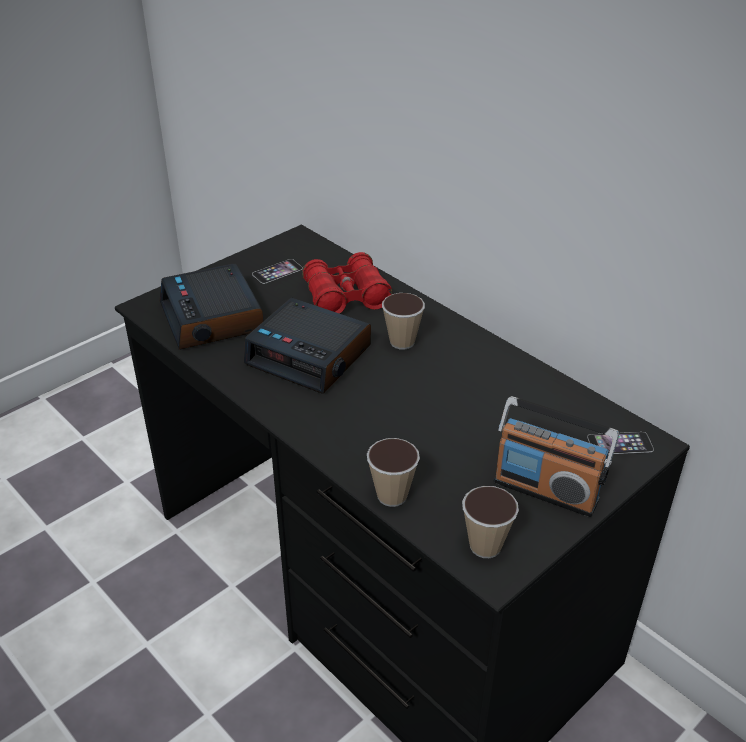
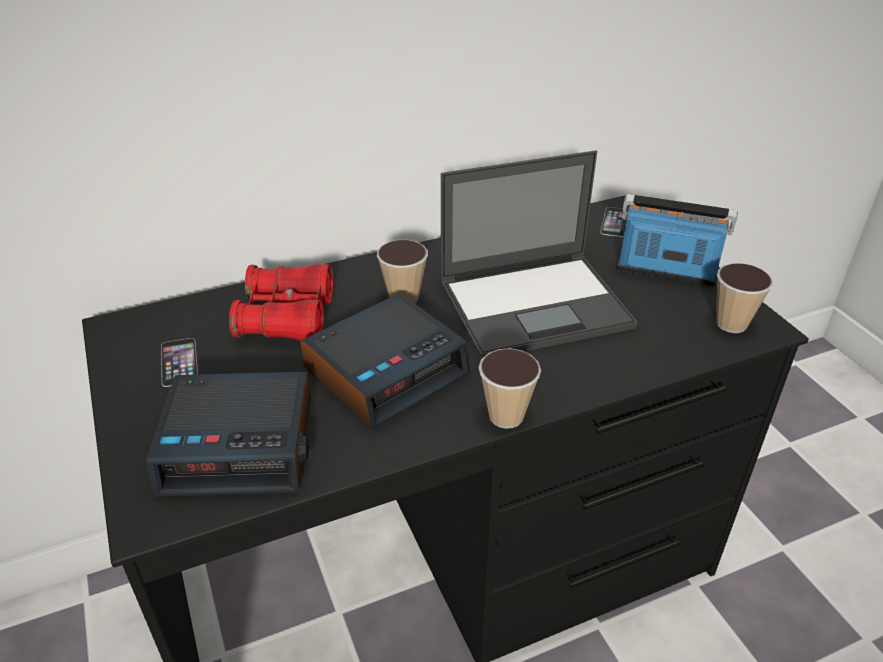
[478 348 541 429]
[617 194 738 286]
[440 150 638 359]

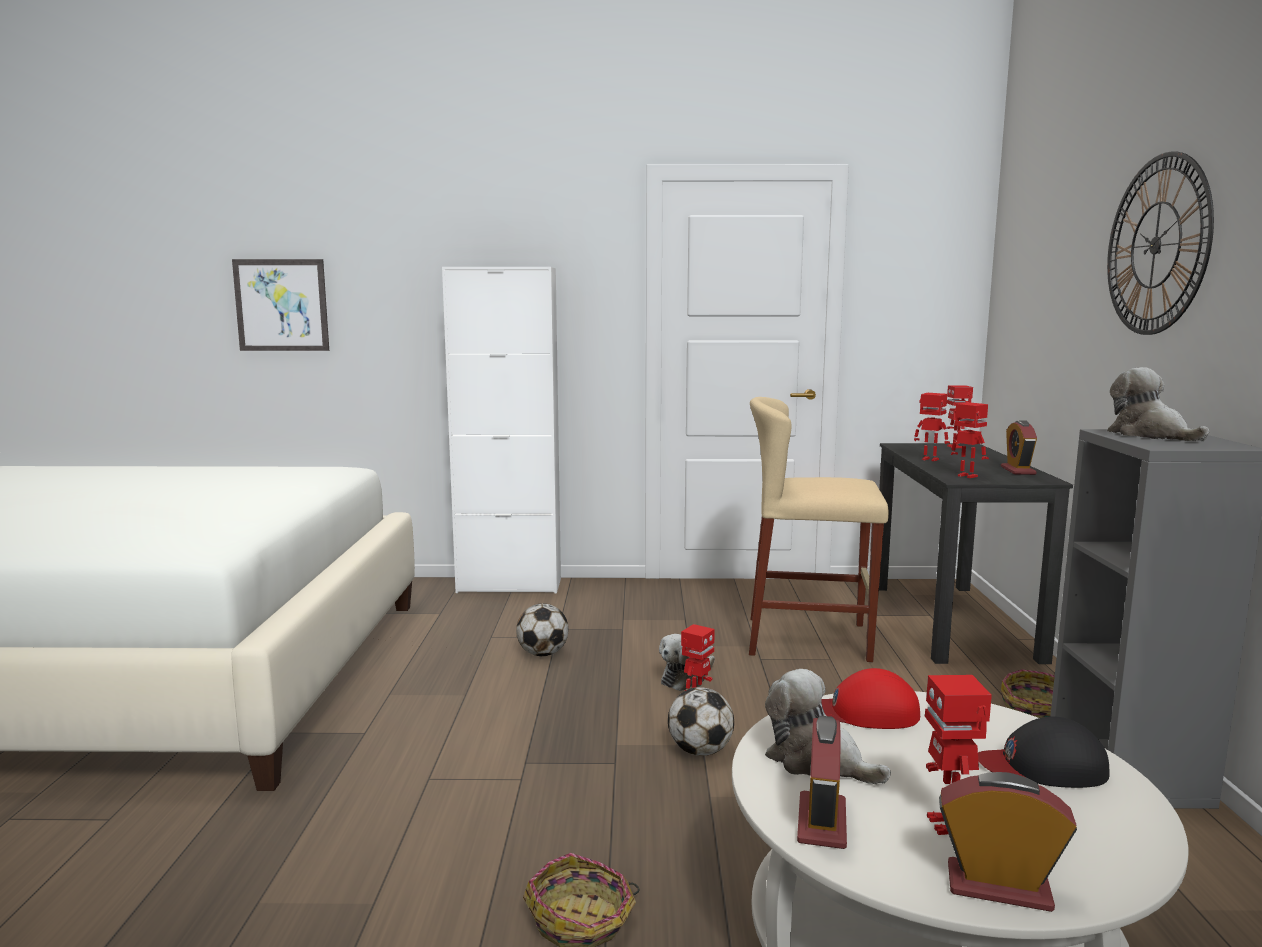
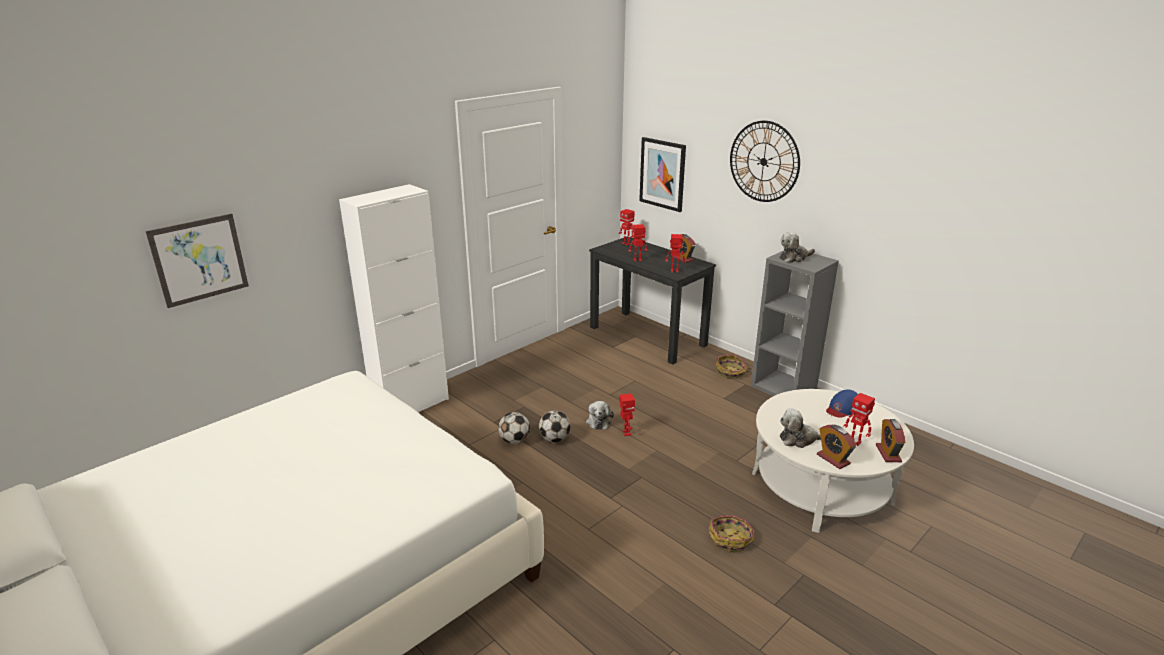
[539 411 571 442]
[749 397 889 662] (first image)
[821 668 920 729] (first image)
[876 419 905 462]
[826 389 858 418]
[779 232 815 263]
[639 137 686 212]

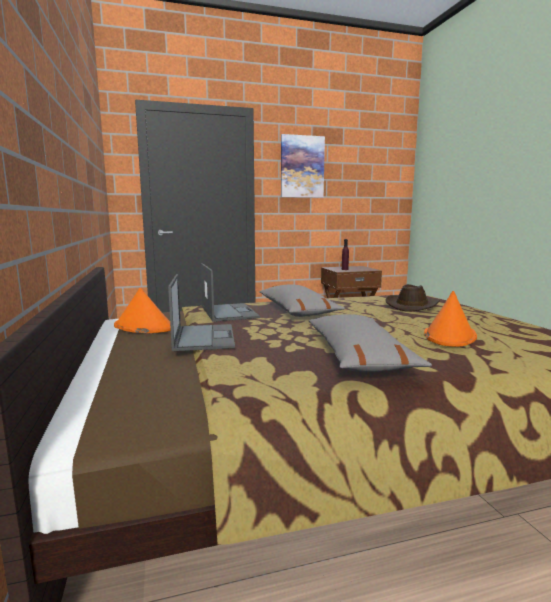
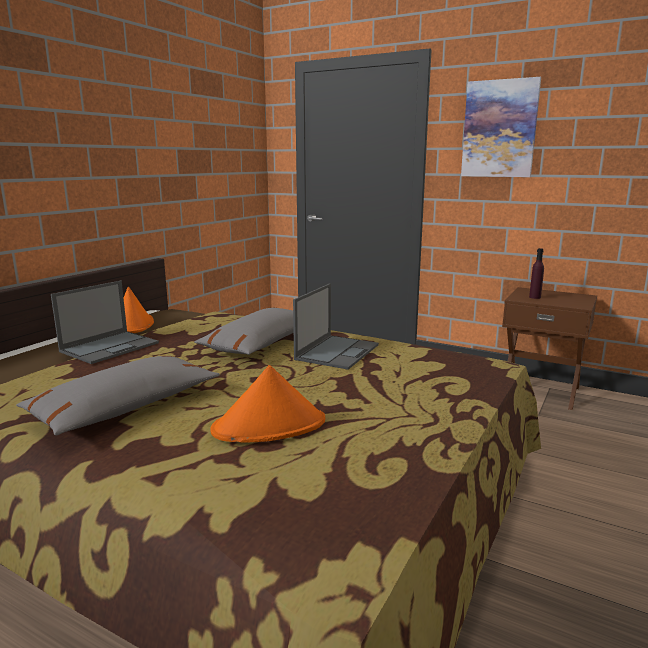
[293 283 379 370]
[386 284 440 311] (first image)

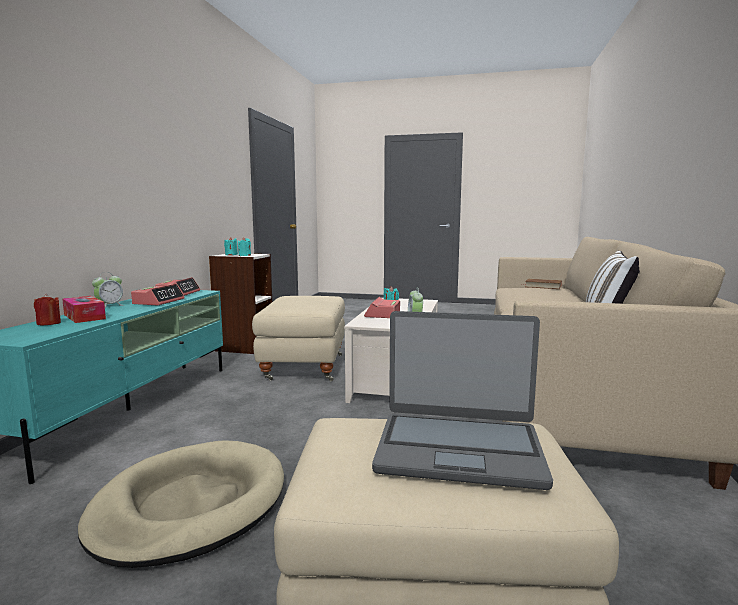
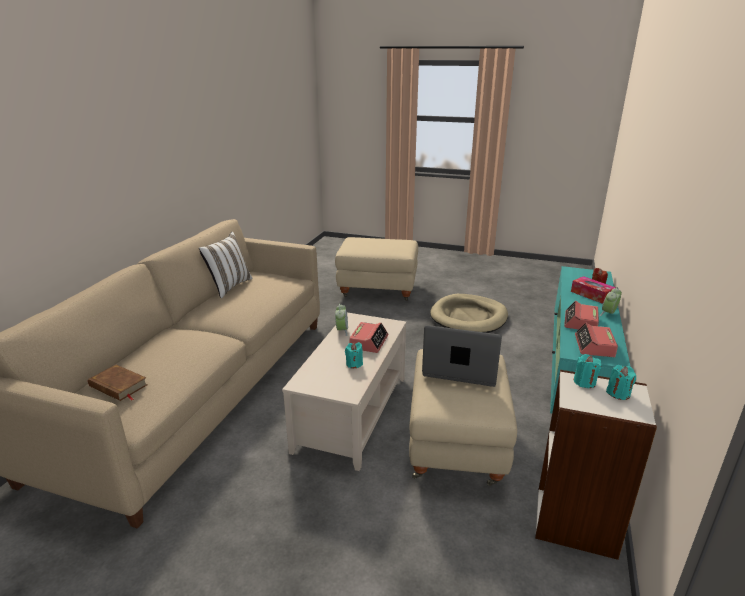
[422 325 502 387]

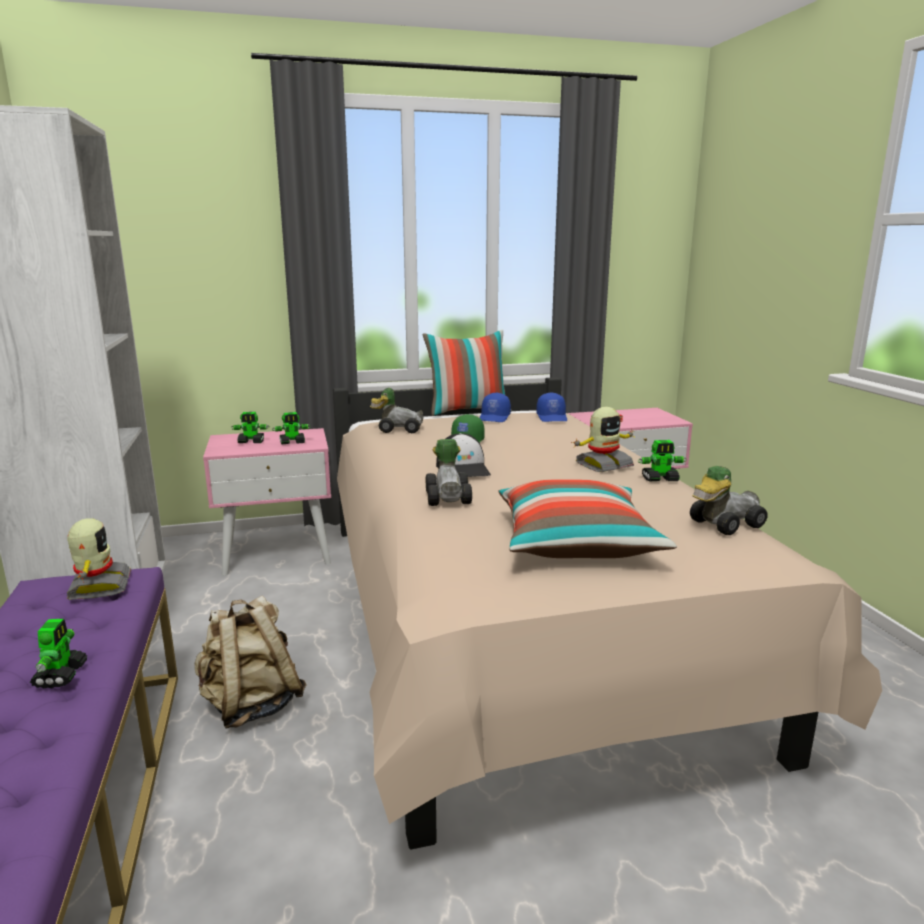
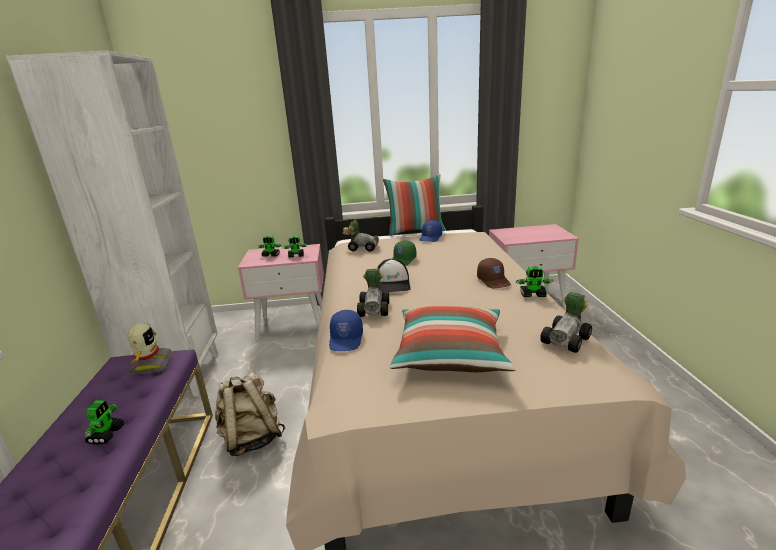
[329 310 363 351]
[477 258 511 288]
[540 292 592 353]

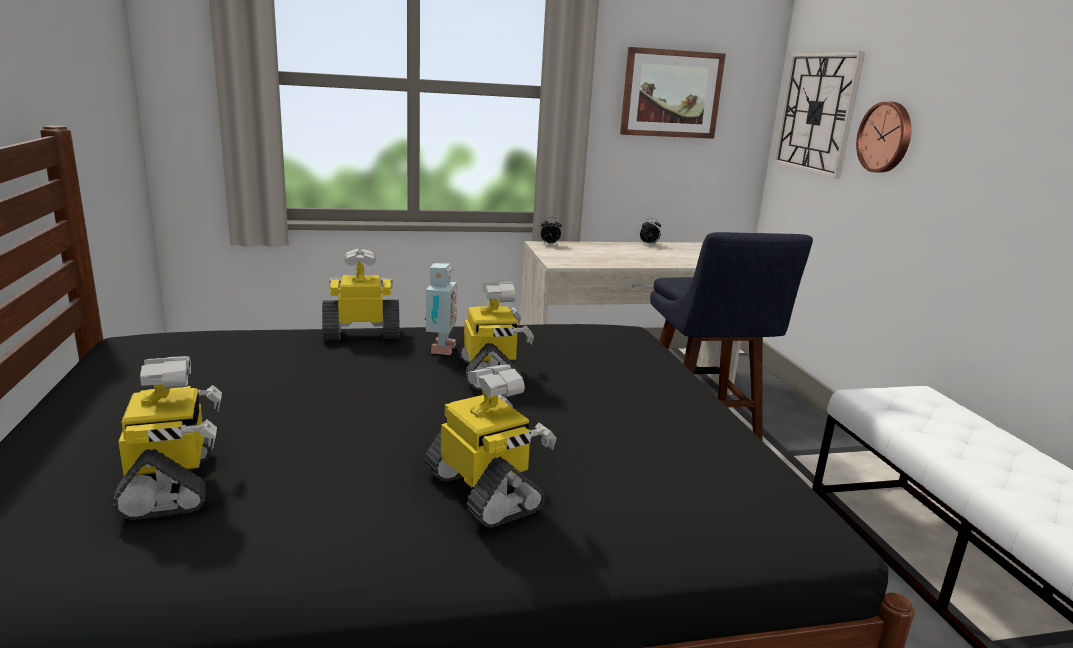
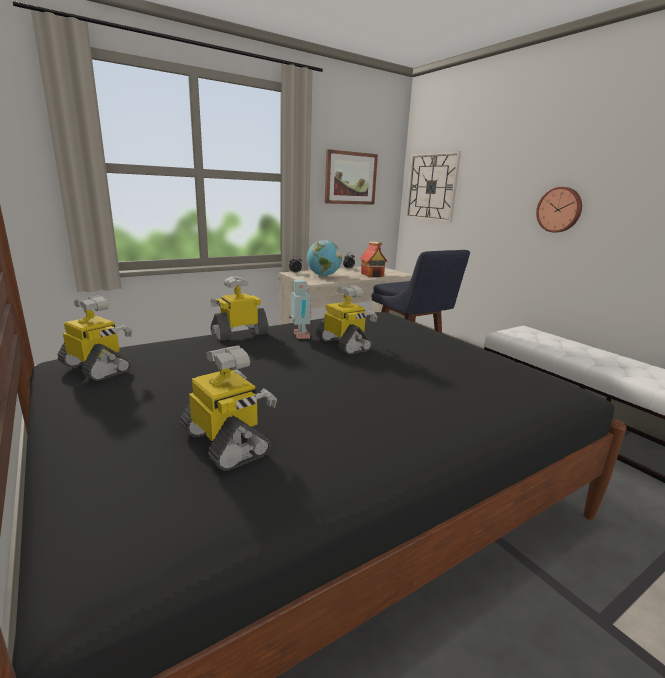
[58 295 132 381]
[536 187 582 233]
[307 240 342 276]
[359 241 388 277]

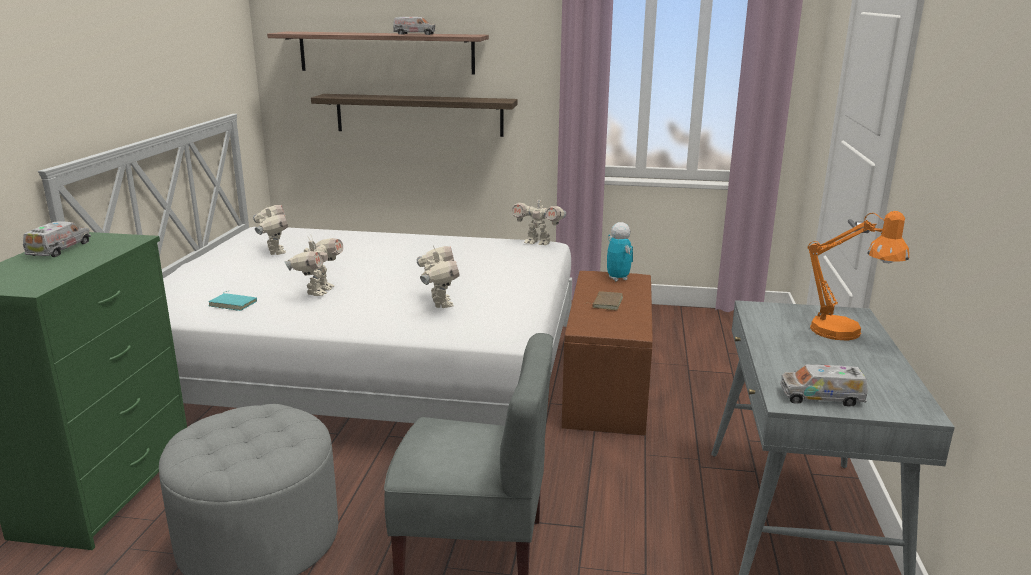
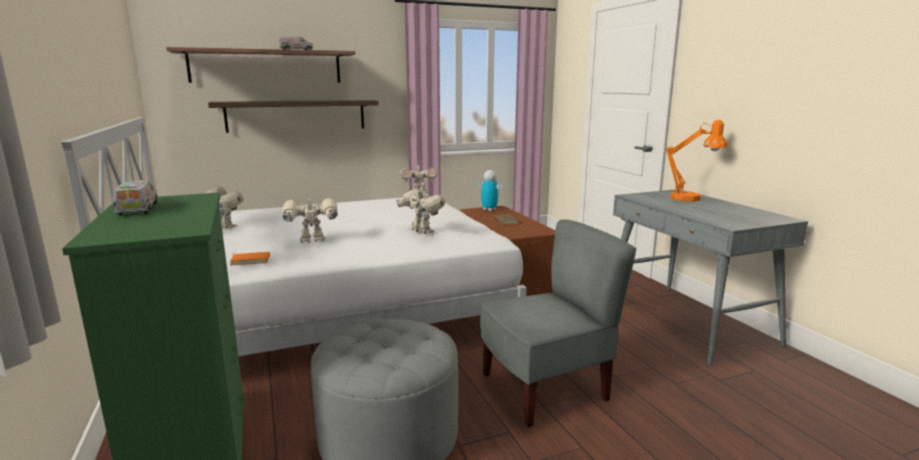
[230 252 270 265]
[282 194 338 243]
[780 364 868 406] (first image)

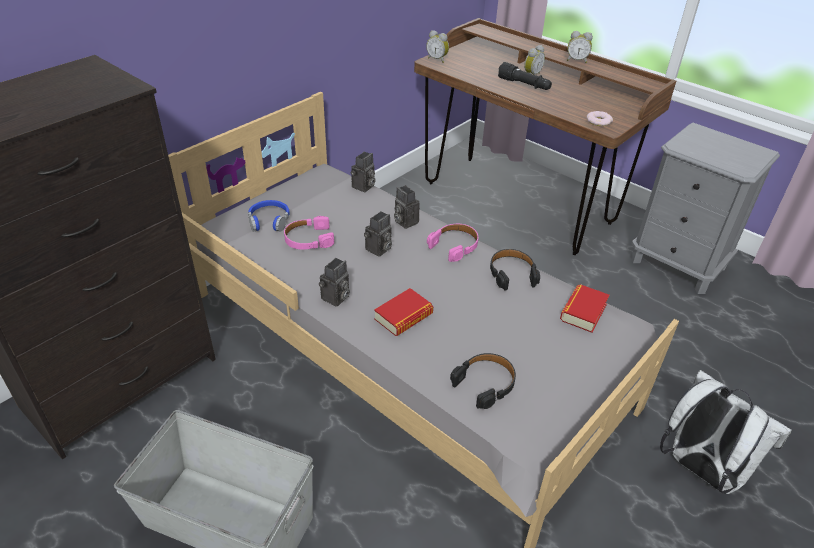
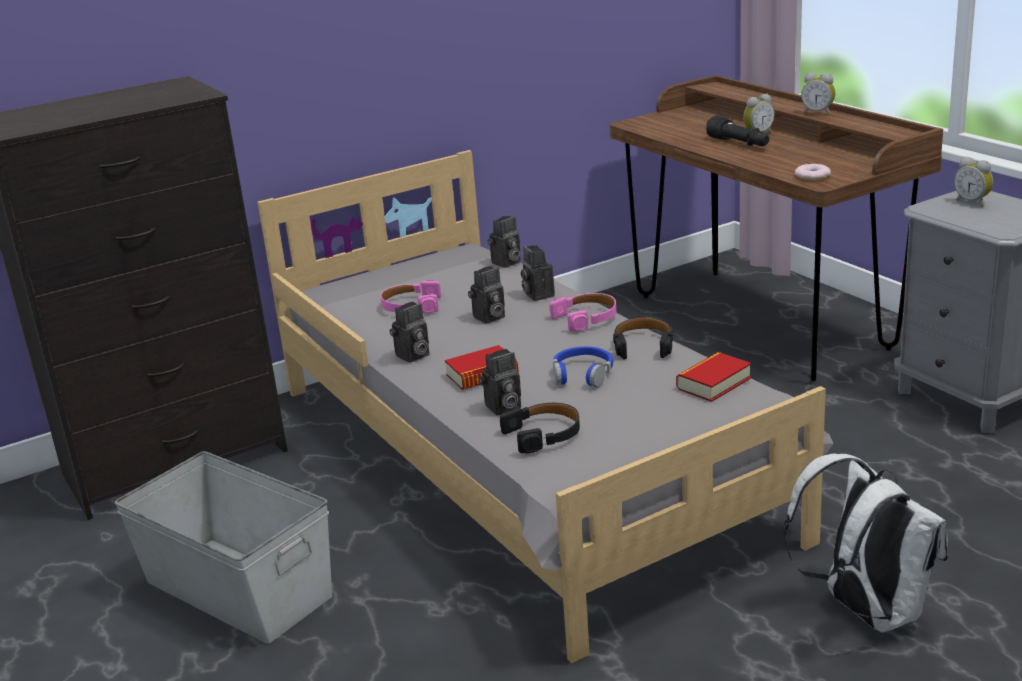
[553 346 613 387]
[954 157 993 207]
[479 349 521 416]

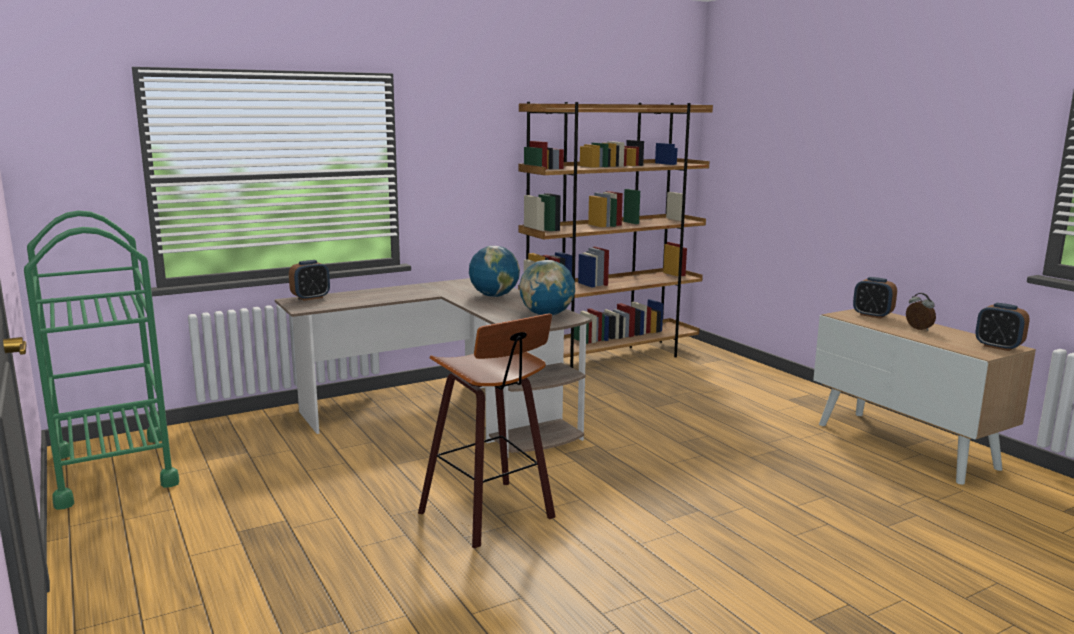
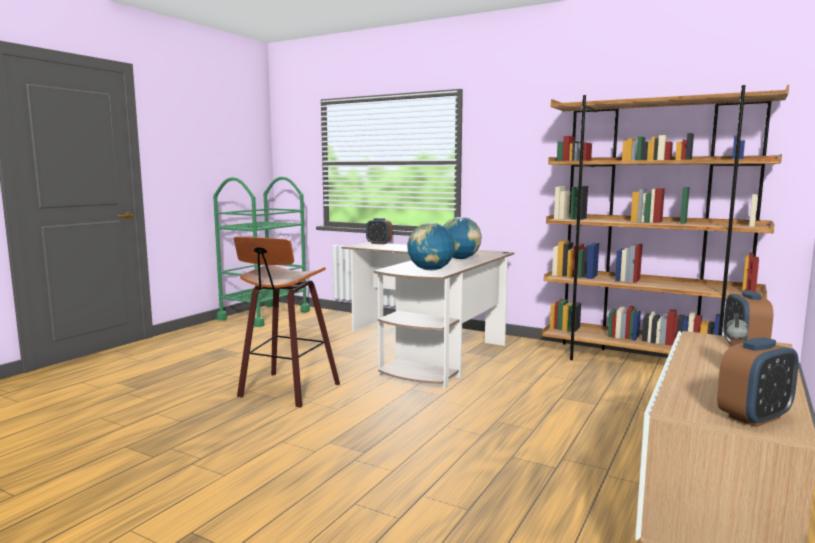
[717 337 799 427]

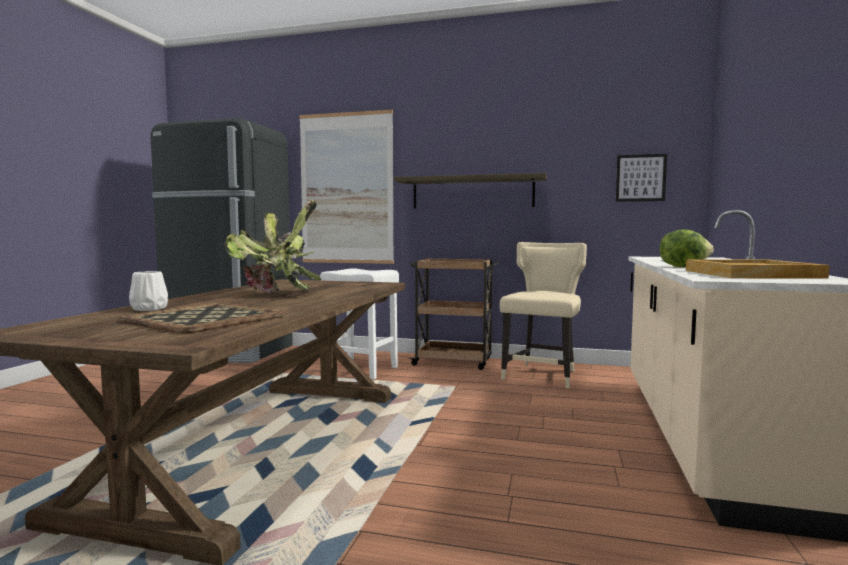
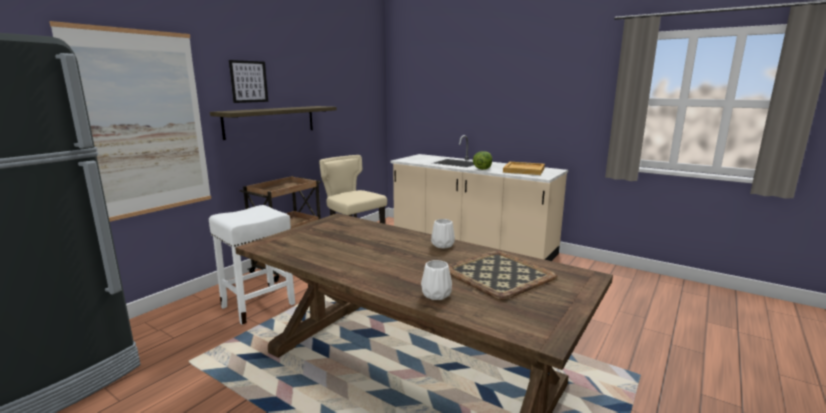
[224 200 321 293] (first image)
[229 60 268 103]
[431 219 455 248]

